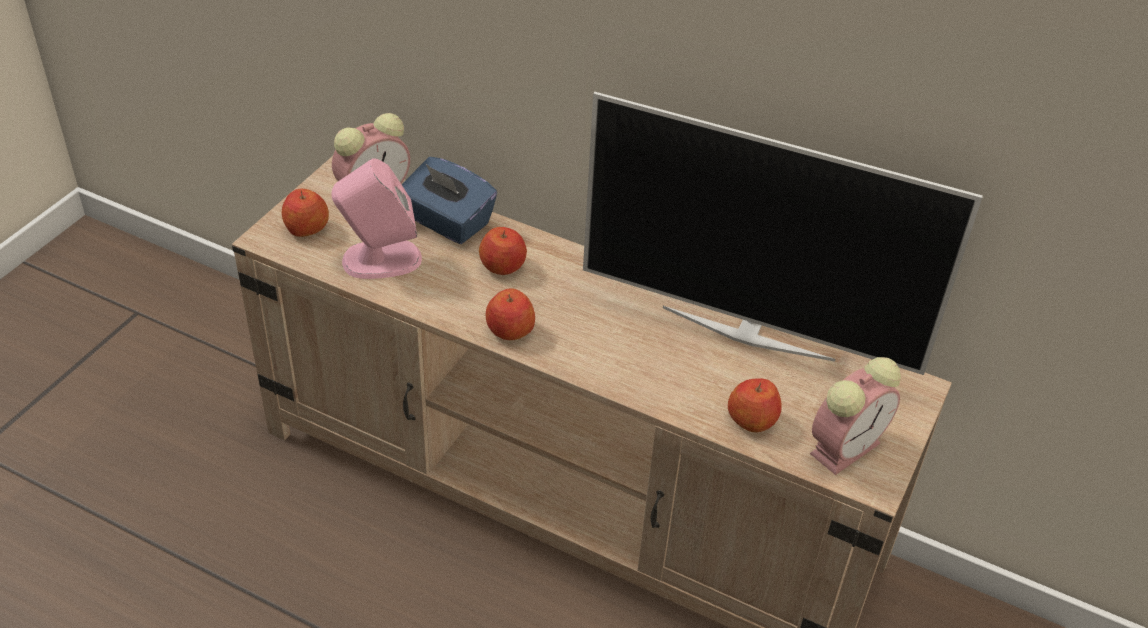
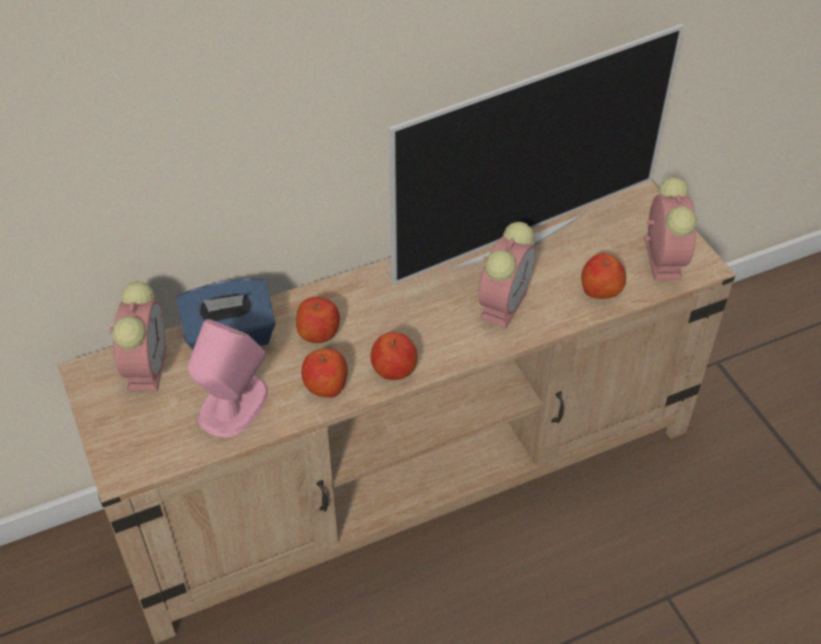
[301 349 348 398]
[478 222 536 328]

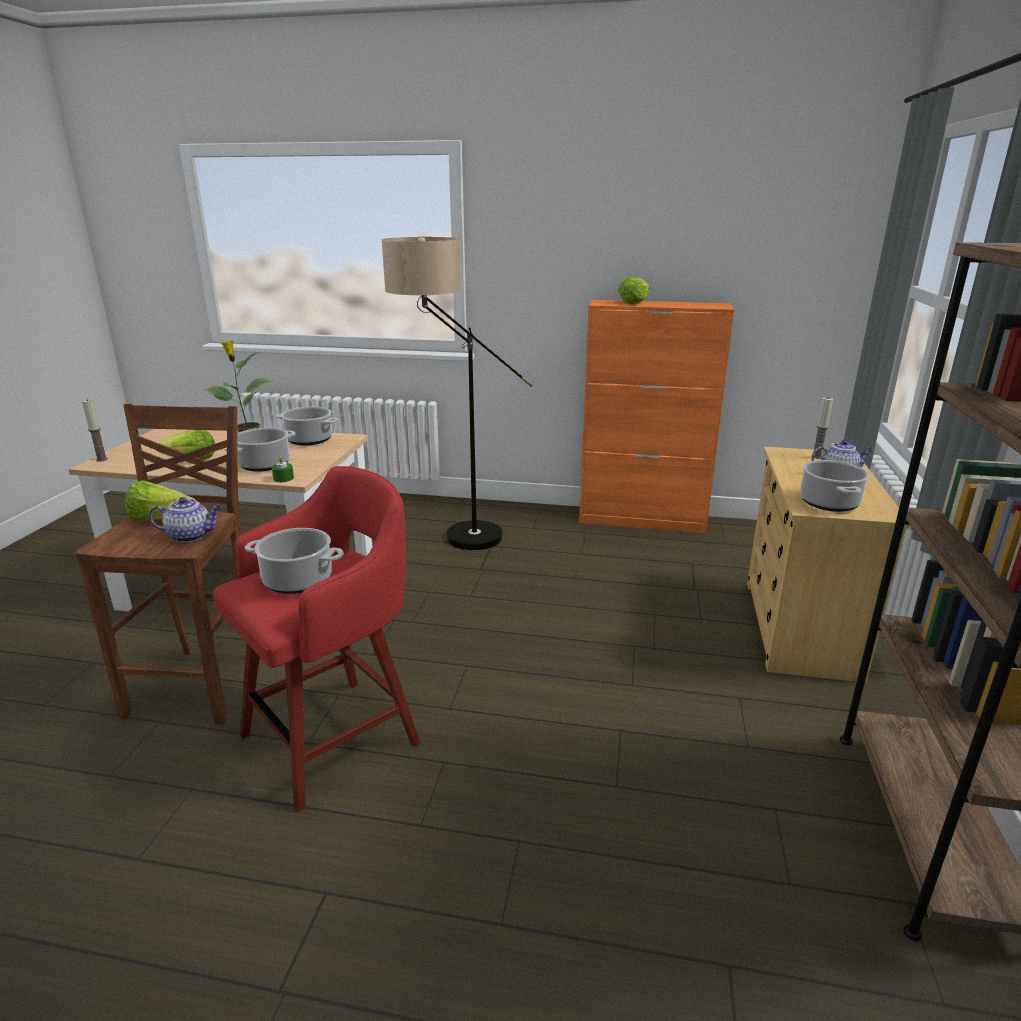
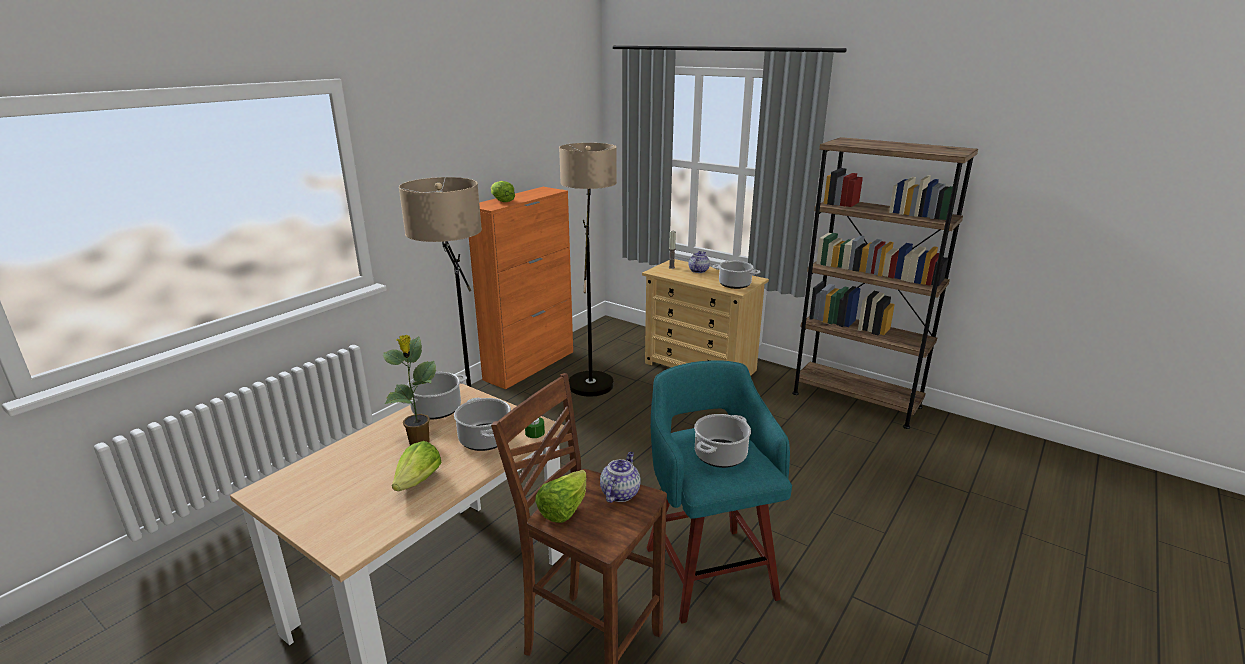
[82 399 108 462] (first image)
[647 360 792 624]
[559 143 617 397]

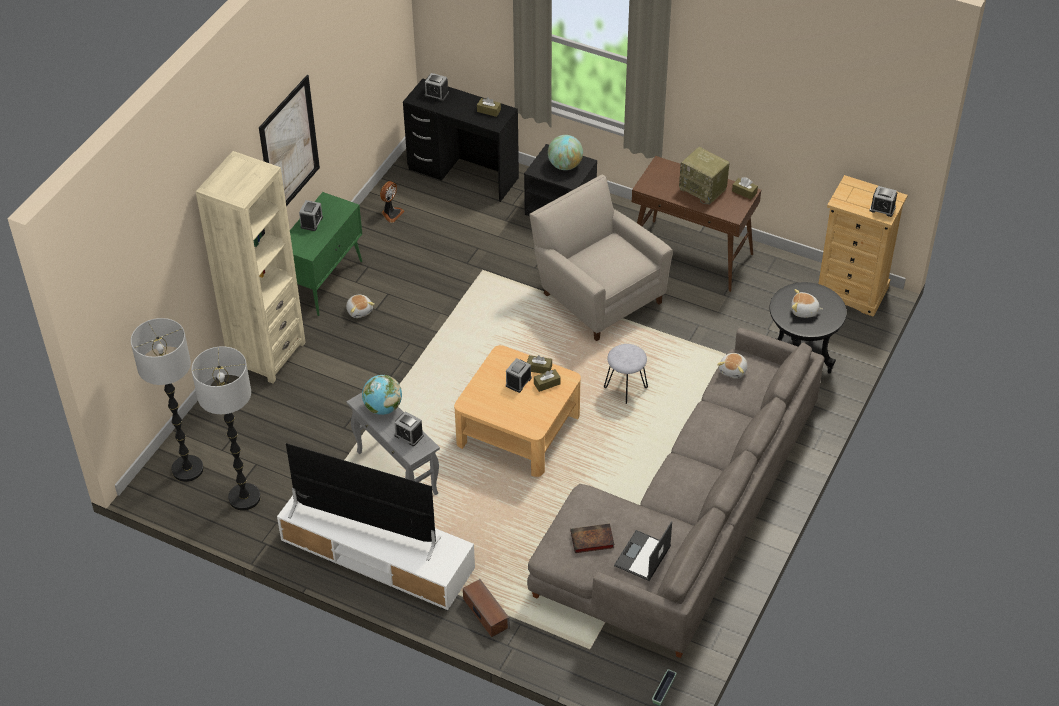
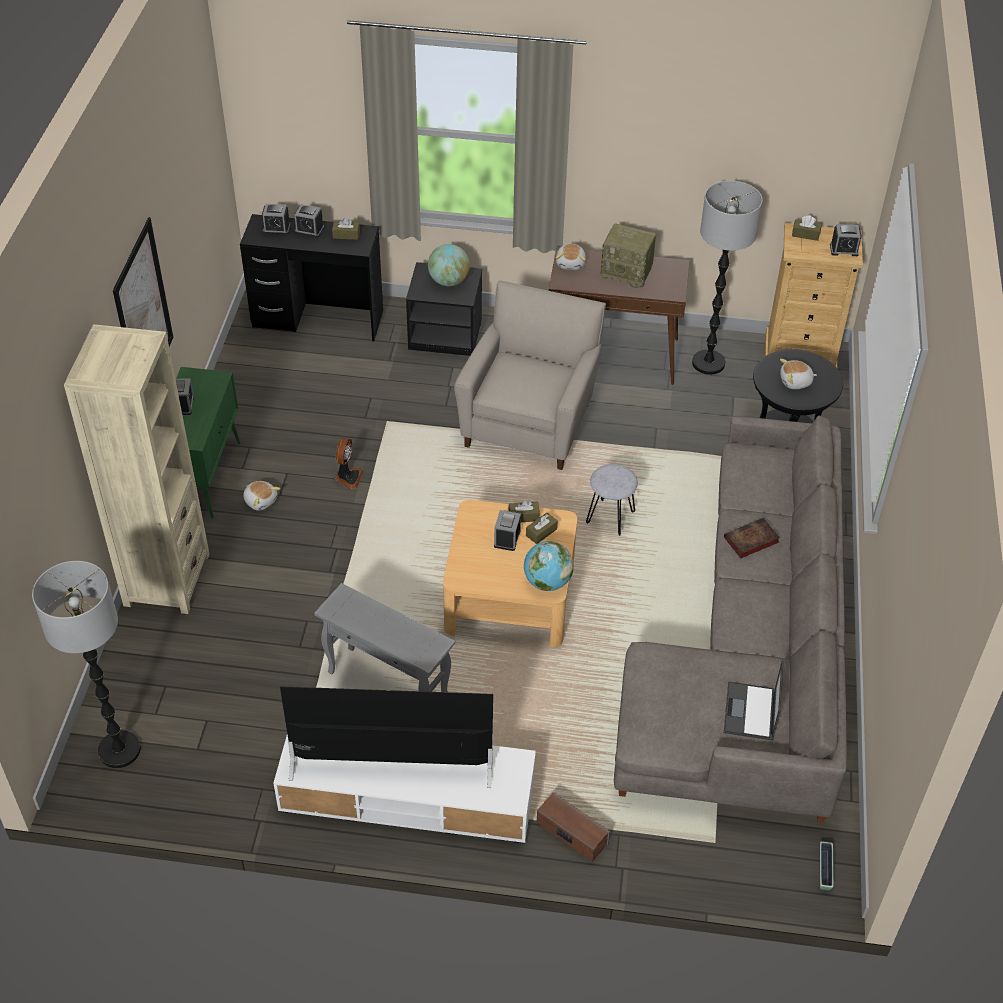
[692 181 763 375]
[524 541 574 591]
[335 438 363 489]
[294 204 324 237]
[454 280 606 470]
[724 518 780 558]
[556 244 586 270]
[792 215 822 241]

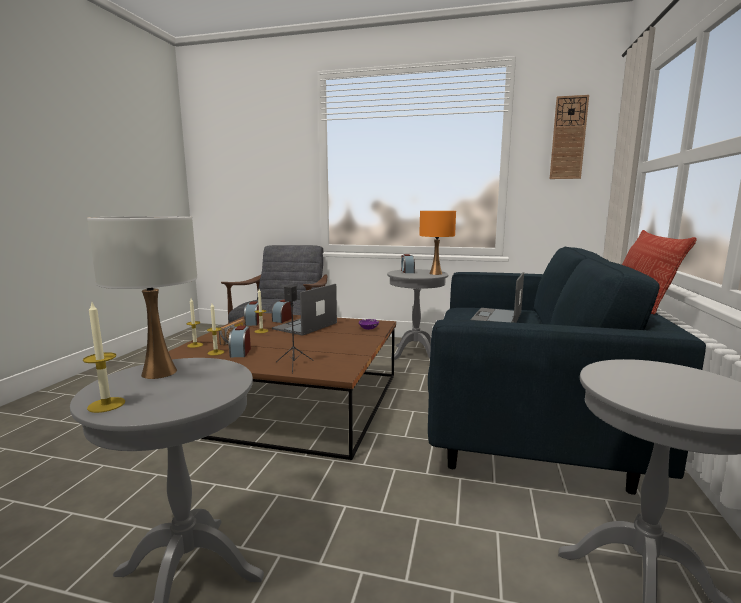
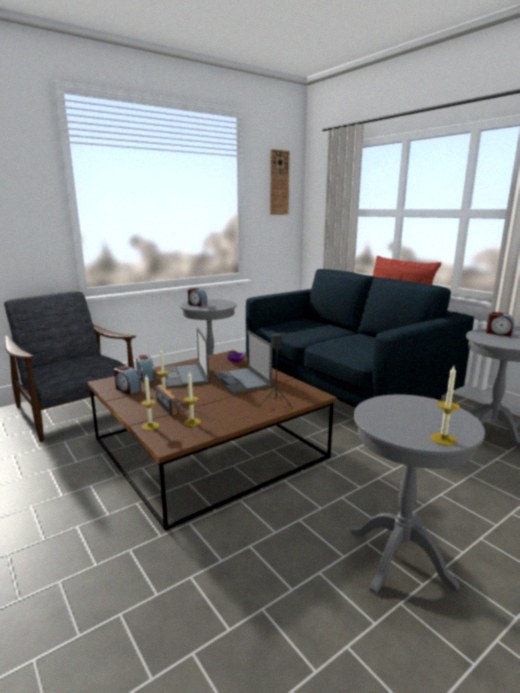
[87 216 197 379] (first image)
[486 312 515 337]
[419 211 456 275] (first image)
[213 331 272 394]

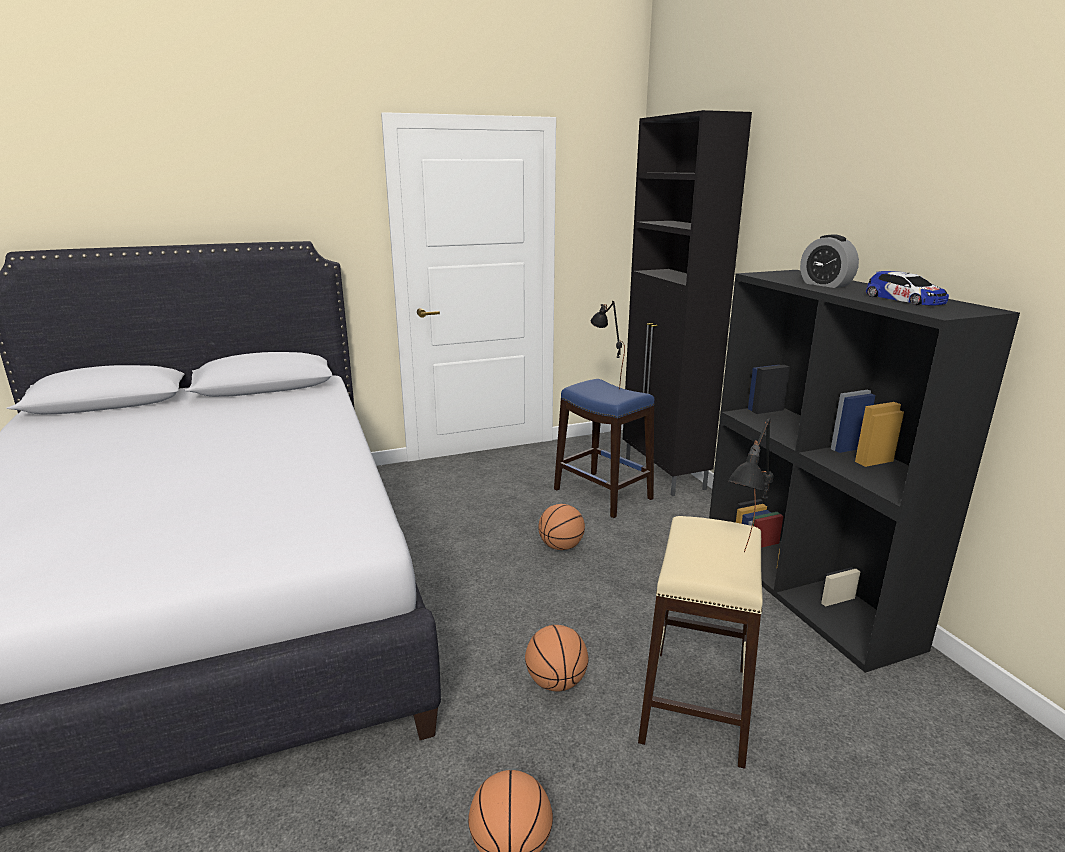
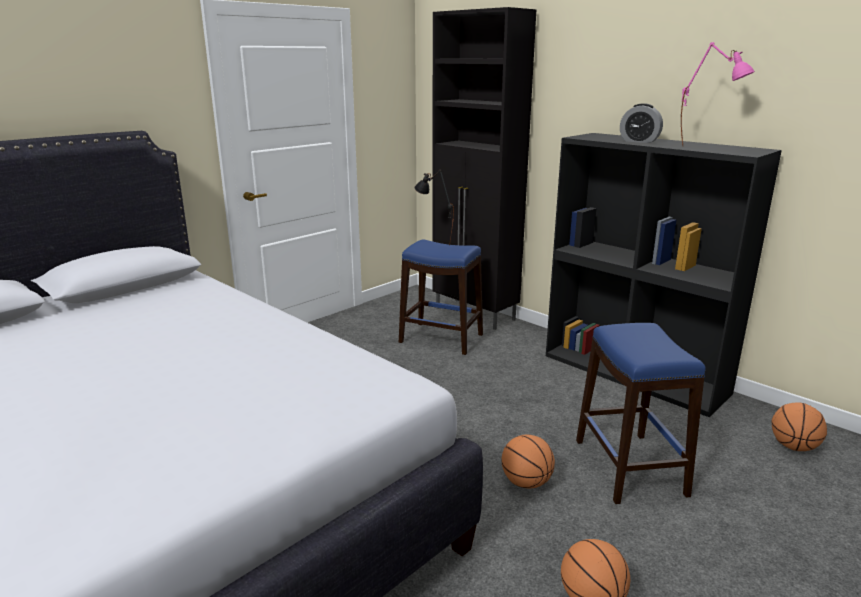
[772 403 827 451]
[576 323 706 504]
[728 418 774 552] (first image)
[681 42 755 146]

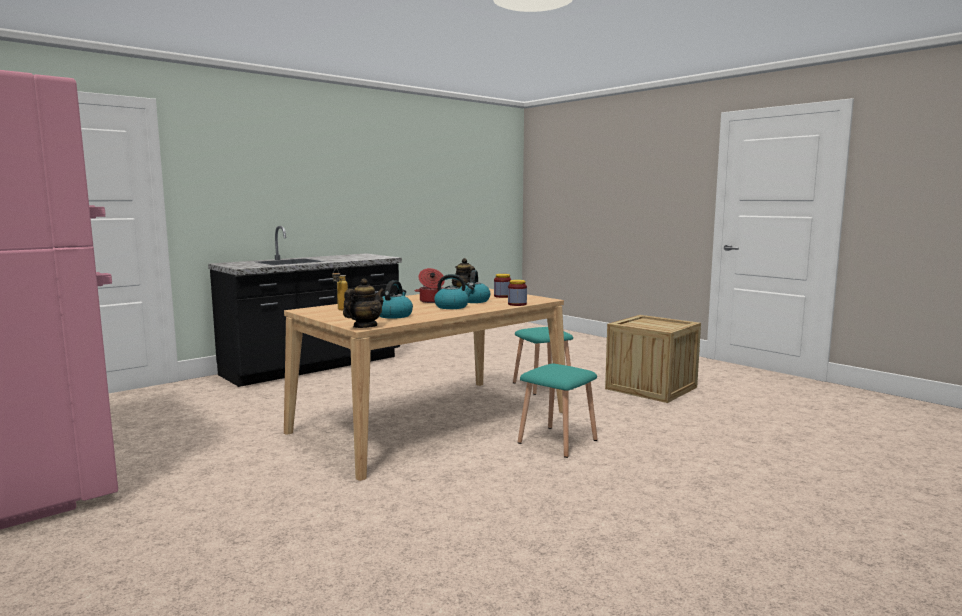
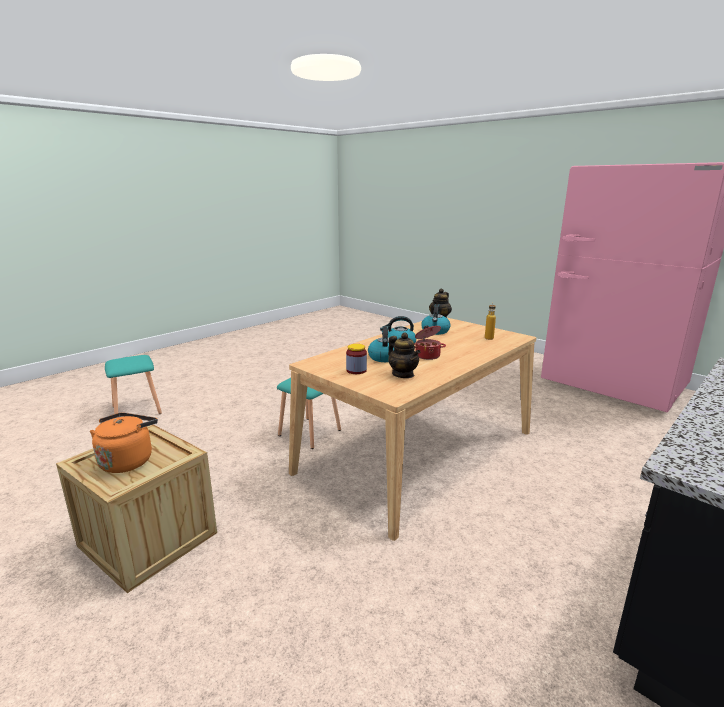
[508 280 527 306] (first image)
[105 355 162 414]
[90 413 158 473]

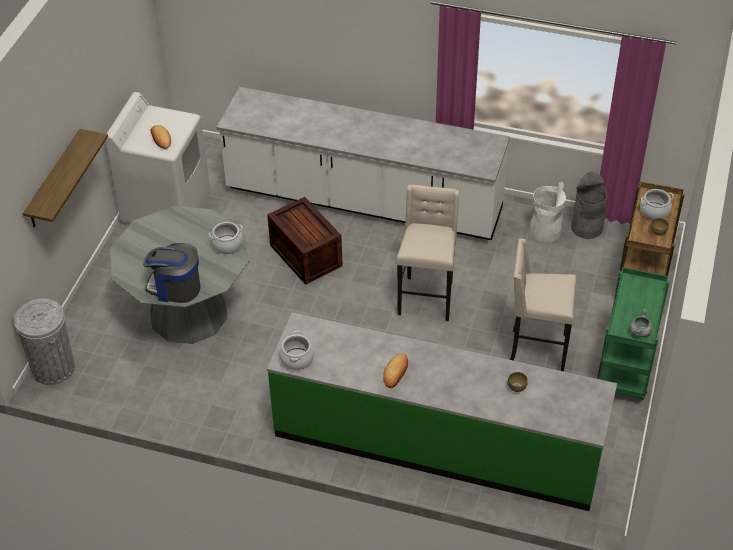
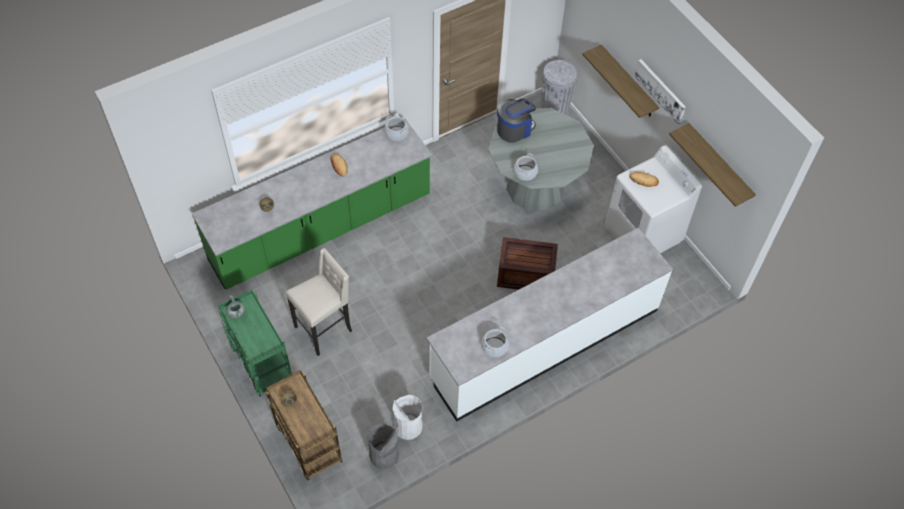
[397 185 460 321] (first image)
[482 327 509 357]
[635 59 686 124]
[669 123 756 207]

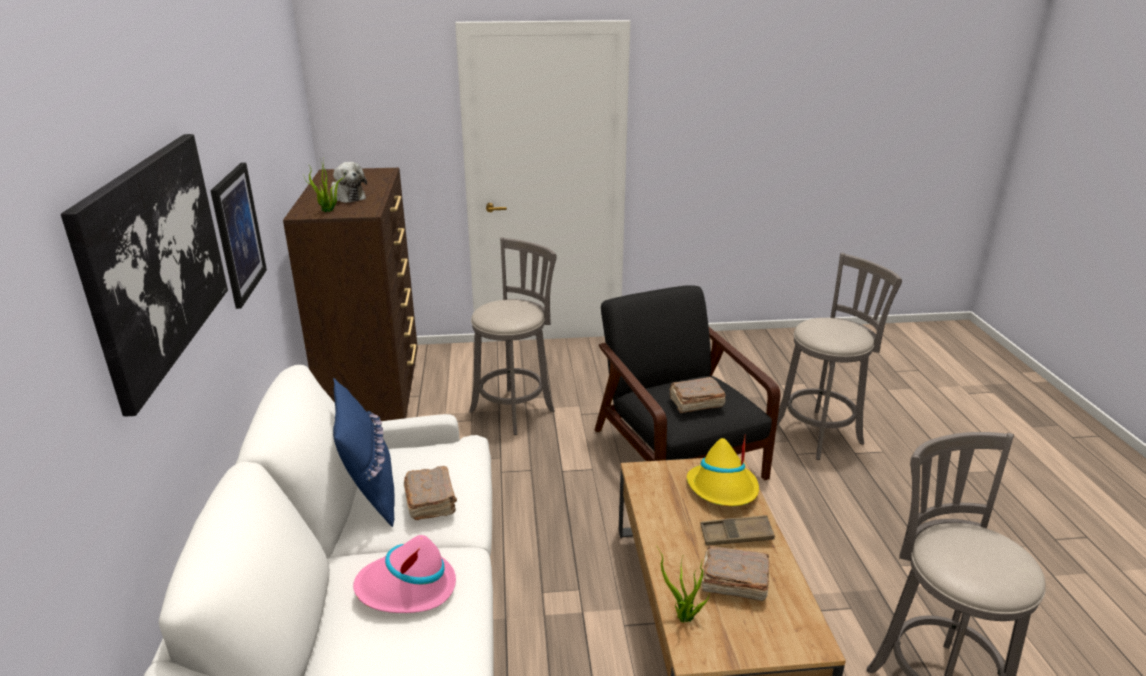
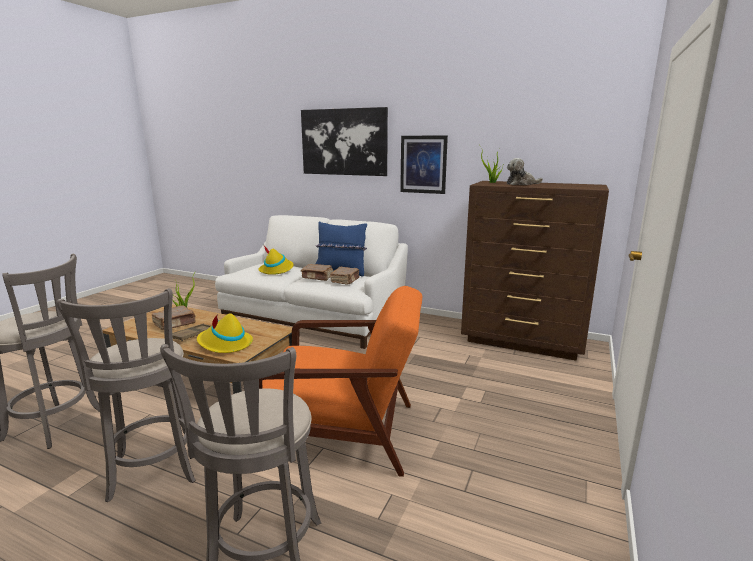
[258 246 293 275]
[56 288 195 502]
[259 286 422 477]
[330 267 360 284]

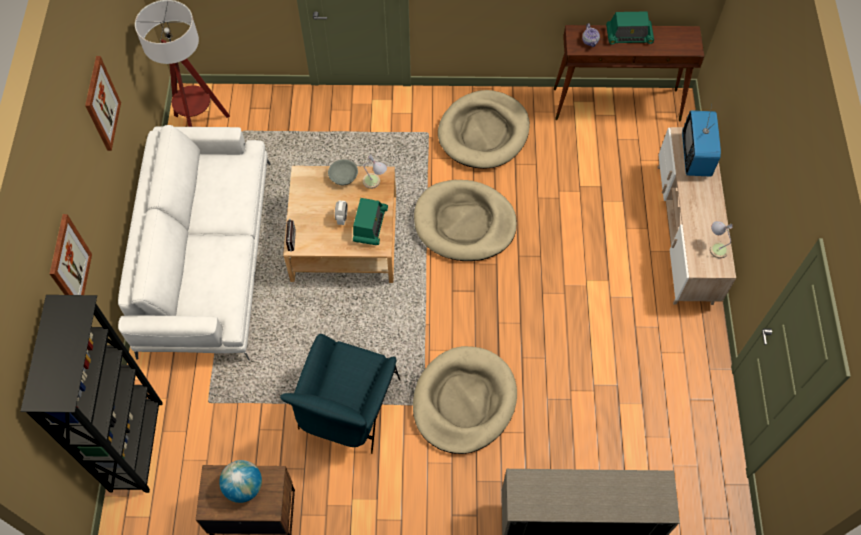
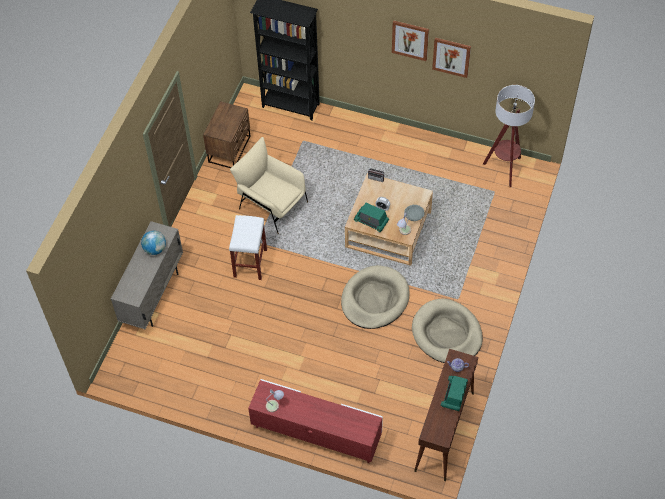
[392 20 429 61]
[118 125 271 361] (first image)
[141 231 166 255]
[230 137 308 234]
[229 215 267 280]
[248 379 383 463]
[682 105 721 177] (first image)

